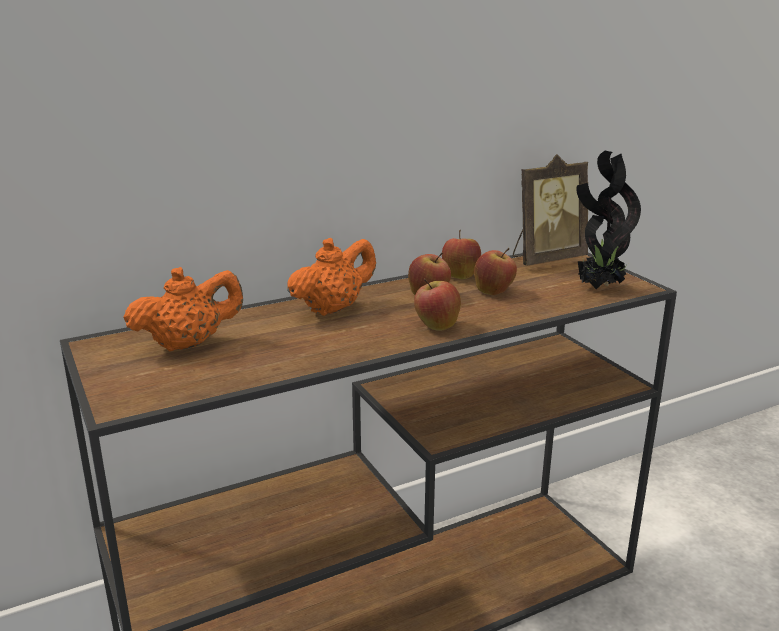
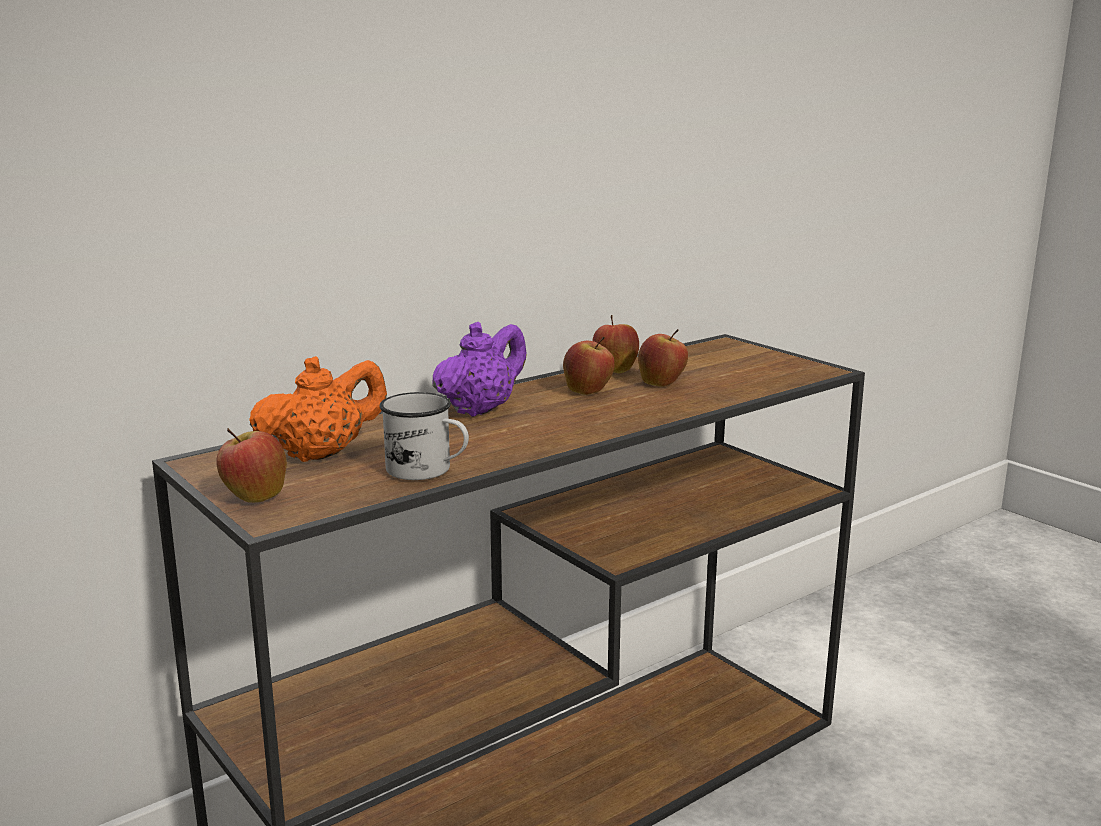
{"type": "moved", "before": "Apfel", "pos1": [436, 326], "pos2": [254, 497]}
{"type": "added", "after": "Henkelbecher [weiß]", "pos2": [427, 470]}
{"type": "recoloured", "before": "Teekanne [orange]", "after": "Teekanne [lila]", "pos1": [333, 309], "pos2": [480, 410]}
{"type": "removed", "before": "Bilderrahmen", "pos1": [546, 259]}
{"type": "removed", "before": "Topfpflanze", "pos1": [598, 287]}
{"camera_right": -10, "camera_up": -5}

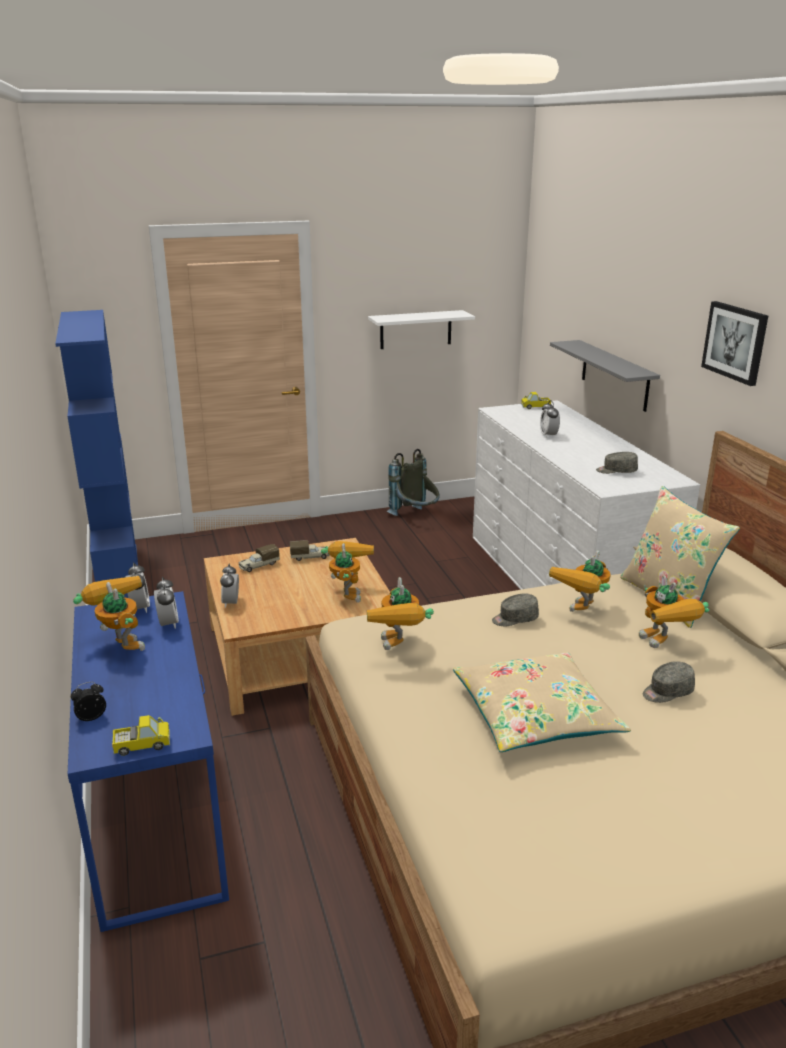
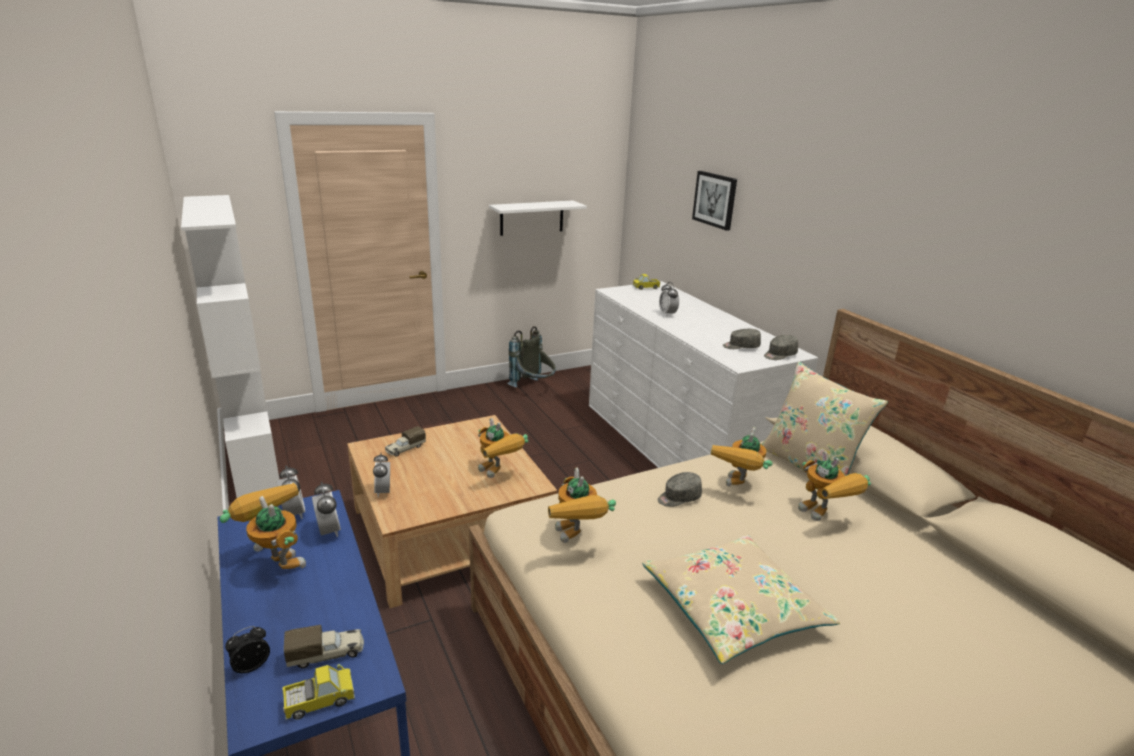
{"type": "recoloured", "before": "Bücherregal [blau]", "after": "Bücherregal [weiß]", "pos1": [118, 577], "pos2": [253, 461]}
{"type": "moved", "before": "Spielzeuglaster", "pos1": [310, 557], "pos2": [327, 654]}
{"type": "turned", "before": "Spielzeugroboter", "pos1": [347, 592], "pos2": [499, 473], "turn": 150}
{"type": "moved", "before": "Bild", "pos1": [735, 342], "pos2": [715, 200]}
{"type": "moved", "before": "Kappe [grau]", "pos1": [667, 692], "pos2": [779, 355]}
{"type": "removed", "before": "Wandregal [grau]", "pos1": [614, 375]}
{"camera_right": -10, "camera_up": 0}

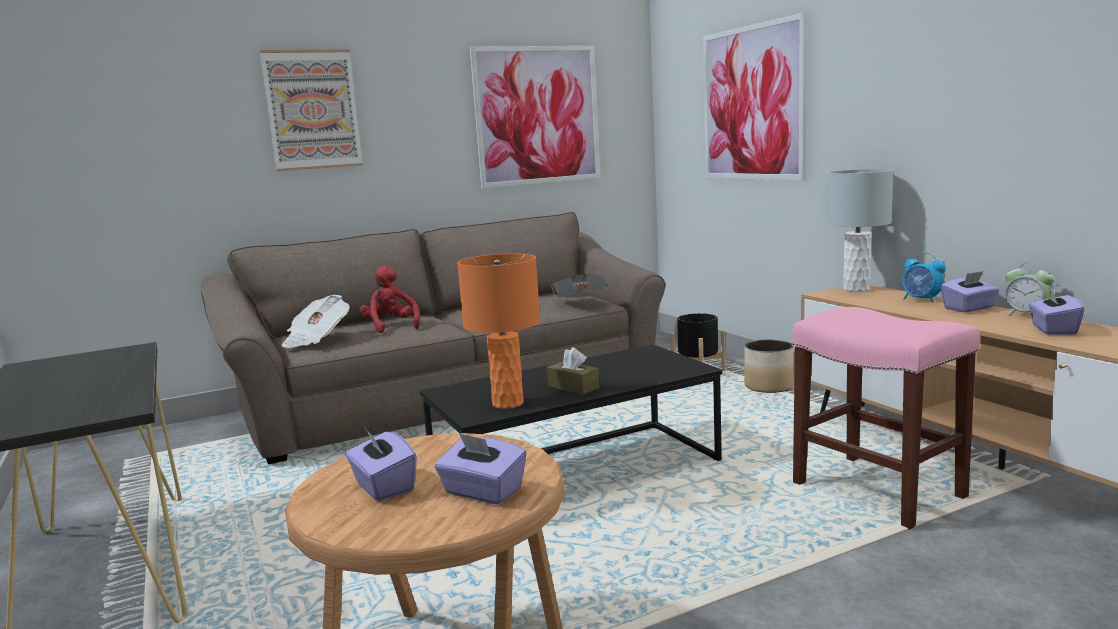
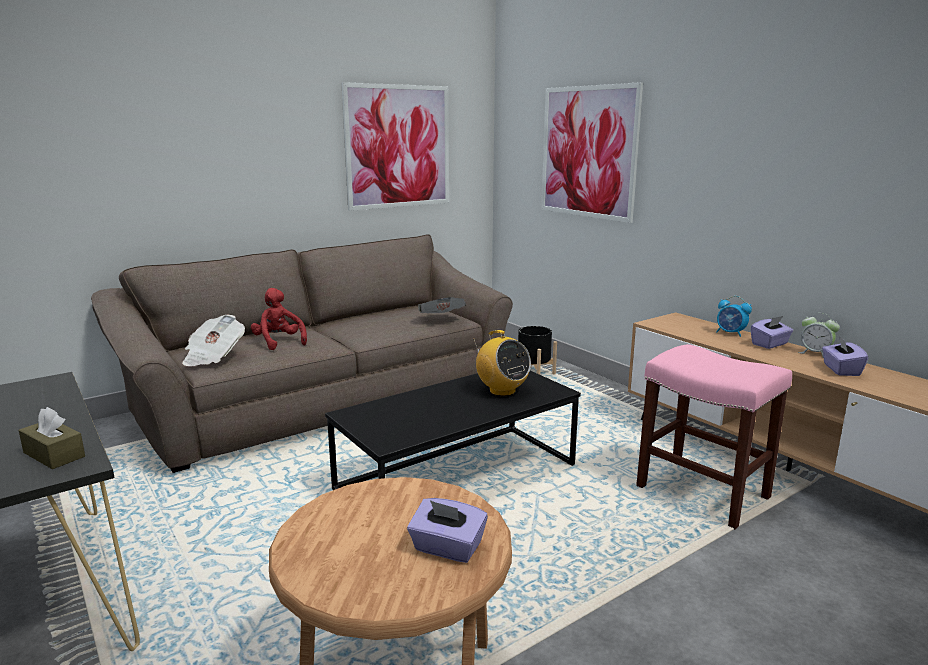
{"type": "moved", "before": "Taschentuchbox [braun]", "pos1": [573, 387], "pos2": [54, 454]}
{"type": "added", "after": "Radio", "pos2": [502, 391]}
{"type": "removed", "before": "Bild", "pos1": [312, 110]}
{"type": "removed", "before": "Taschentuchbox [lila]", "pos1": [383, 486]}
{"type": "removed", "before": "Tischlampe [orange]", "pos1": [507, 403]}
{"type": "removed", "before": "Pflanzkübel", "pos1": [769, 386]}
{"type": "removed", "before": "Tischlampe [grau]", "pos1": [856, 289]}
{"camera_right": -10, "camera_up": 5}

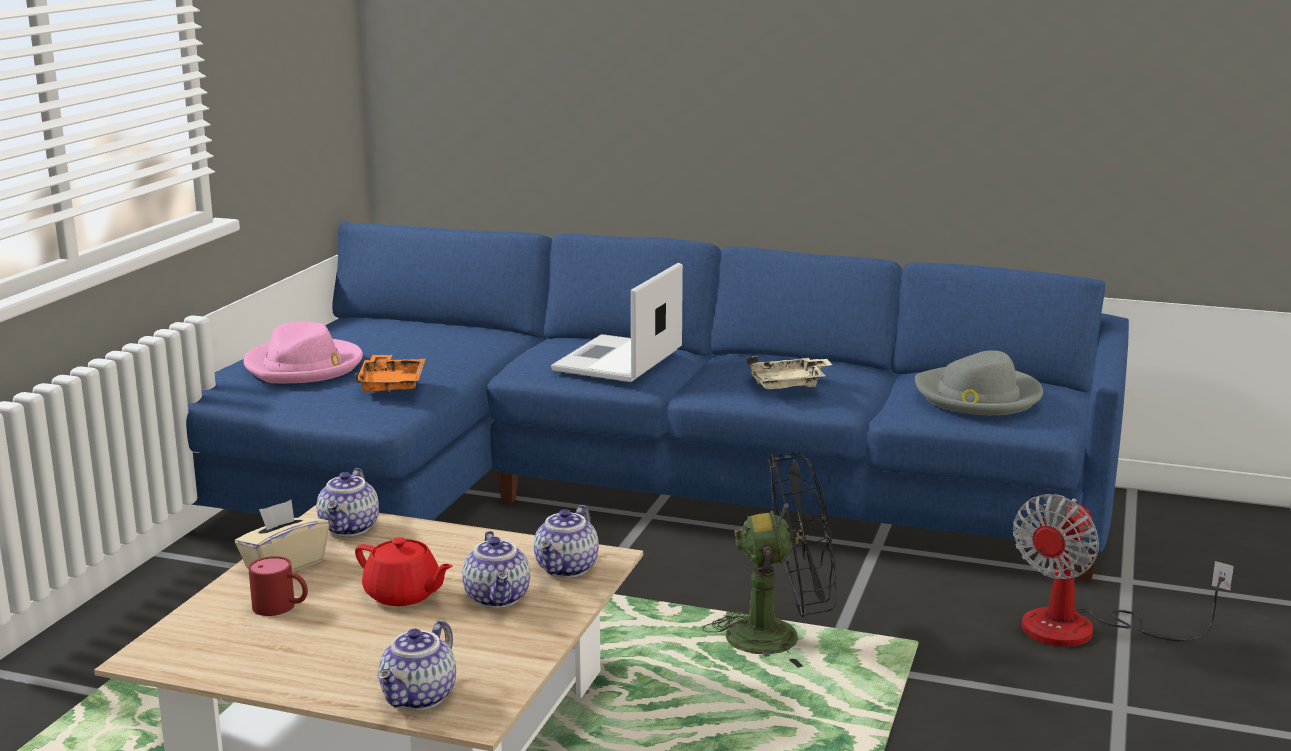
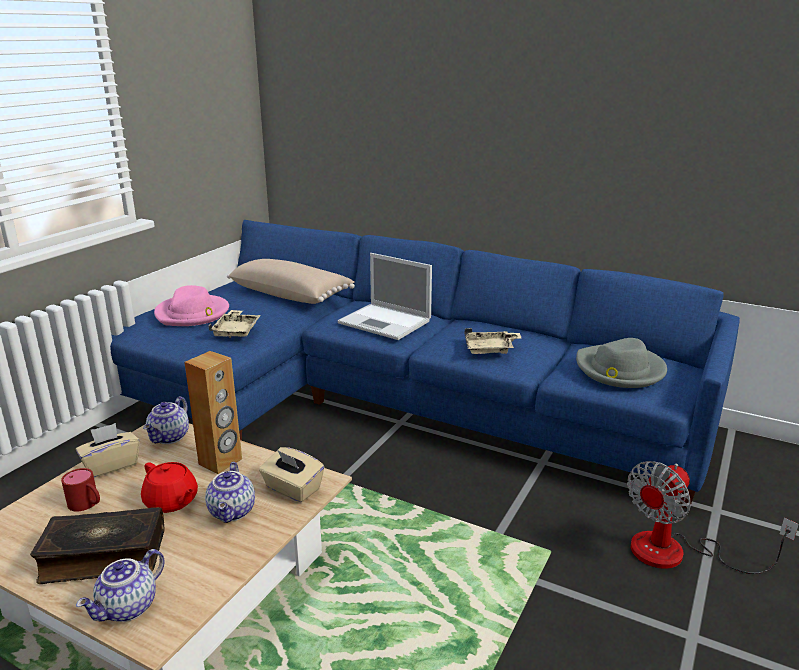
{"type": "added", "after": "Buch", "pos2": [103, 556]}
{"type": "added", "after": "Lautsprecher [braun]", "pos2": [221, 462]}
{"type": "recoloured", "before": "Tablett [orange]", "after": "Tablett [beige]", "pos1": [391, 384], "pos2": [236, 331]}
{"type": "added", "after": "Kissen [beige]", "pos2": [291, 295]}
{"type": "replaced", "before": "Teekanne", "after": "Taschentuchbox [beige]", "pos1": [568, 569], "pos2": [292, 489]}
{"type": "turned", "before": "Laptop", "pos1": [617, 361], "pos2": [386, 322], "turn": -90}
{"type": "removed", "before": "Ventilator [schwarz]", "pos1": [779, 636]}
{"camera_right": 10, "camera_up": 5}

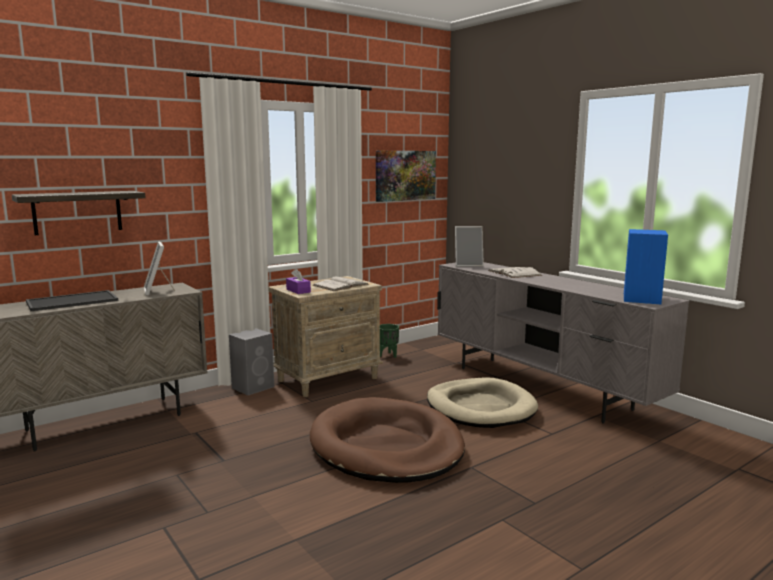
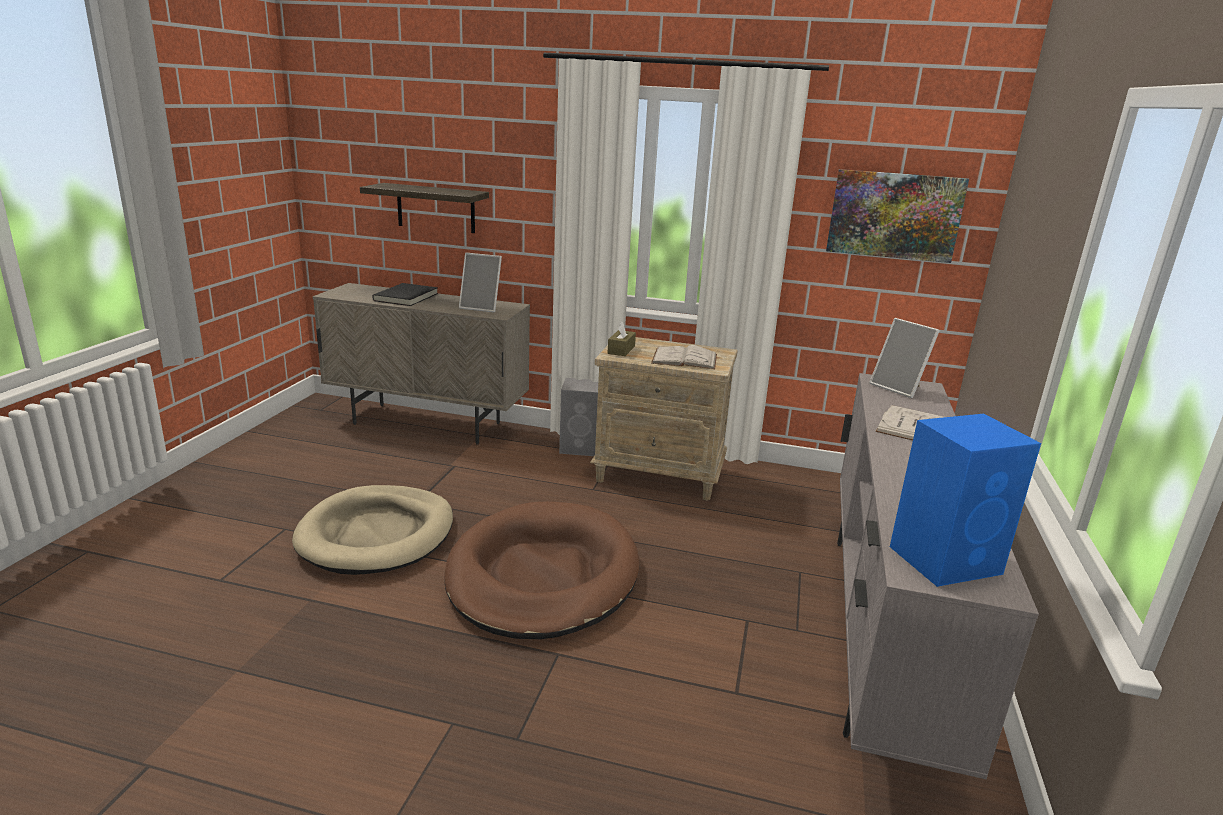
{"type": "moved", "before": "Hundebett [beige]", "pos1": [480, 407], "pos2": [377, 535]}
{"type": "replaced", "before": "Tablett", "after": "Buch [schwarz]", "pos1": [73, 301], "pos2": [407, 297]}
{"type": "turned", "before": "Bilderrahmen", "pos1": [158, 291], "pos2": [481, 307], "turn": -105}
{"type": "recoloured", "before": "Taschentuchbox [lila]", "after": "Taschentuchbox [braun]", "pos1": [298, 291], "pos2": [621, 350]}
{"type": "removed", "before": "Pflanzkübel [grün]", "pos1": [388, 355]}
{"camera_right": 50, "camera_up": 10}

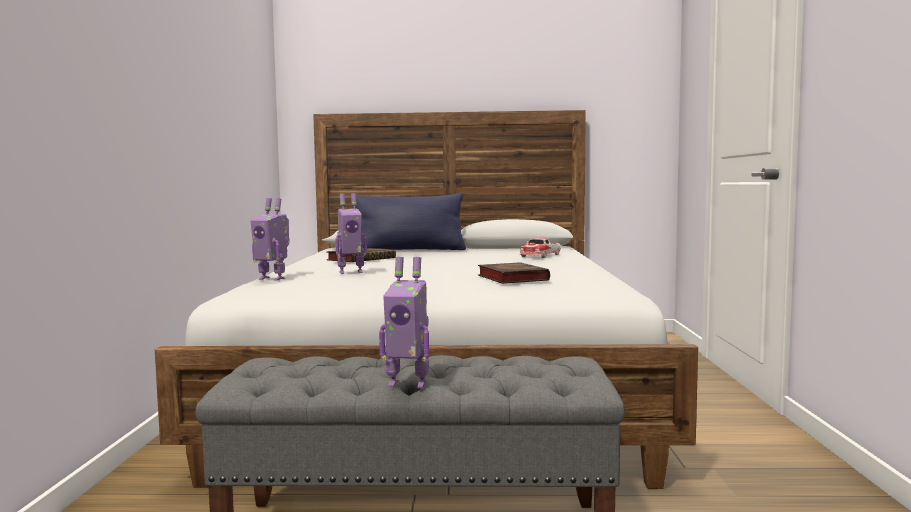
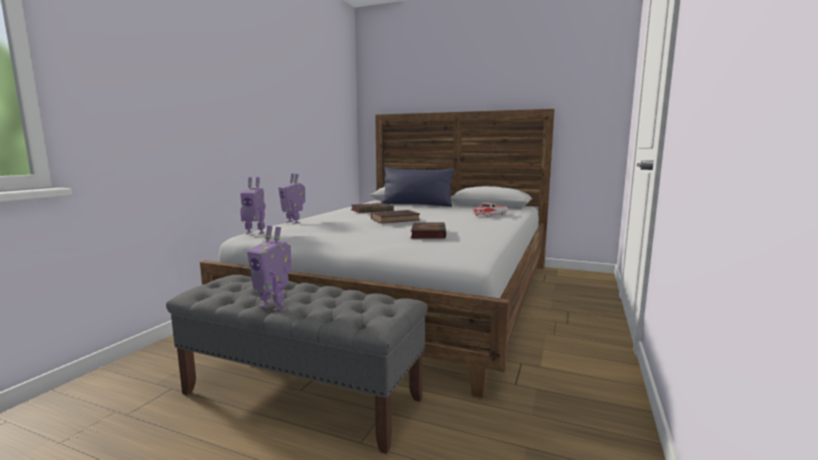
{"type": "moved", "before": "Spielzeugroboter", "pos1": [350, 272], "pos2": [255, 233]}
{"type": "added", "after": "Buch [braun]", "pos2": [396, 219]}
{"camera_right": 20, "camera_up": 5}

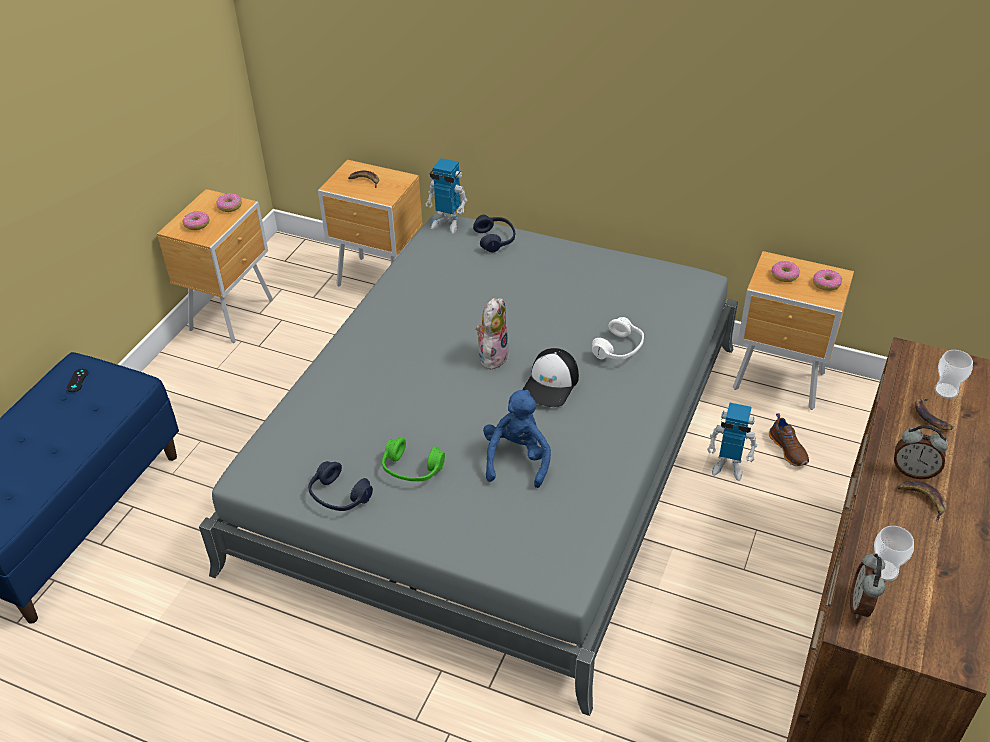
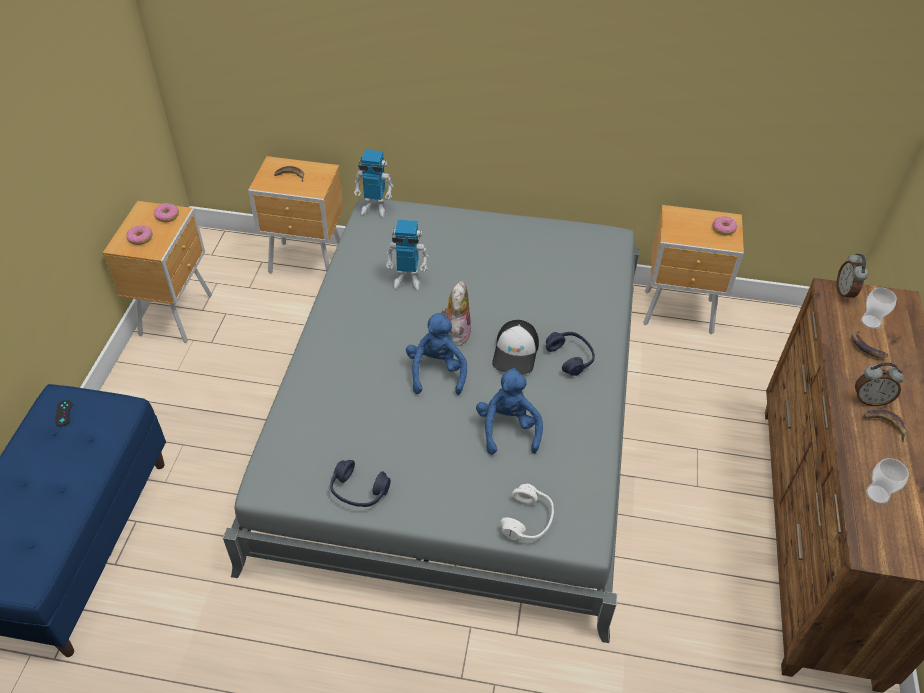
{"type": "moved", "before": "Spielzeugroboter", "pos1": [728, 467], "pos2": [407, 280]}
{"type": "added", "after": "Plüschtier [blau]", "pos2": [436, 371]}
{"type": "moved", "before": "Kopfhörer [weiß]", "pos1": [619, 348], "pos2": [528, 520]}
{"type": "moved", "before": "Kopfhörer [blau]", "pos1": [495, 239], "pos2": [570, 357]}
{"type": "moved", "before": "Wecker", "pos1": [861, 605], "pos2": [845, 292]}
{"type": "removed", "before": "Kopfhörer [grün]", "pos1": [412, 469]}
{"type": "removed", "before": "Schuh [braun]", "pos1": [789, 449]}
{"type": "removed", "before": "Donut", "pos1": [784, 275]}
{"camera_right": -15, "camera_up": 5}

